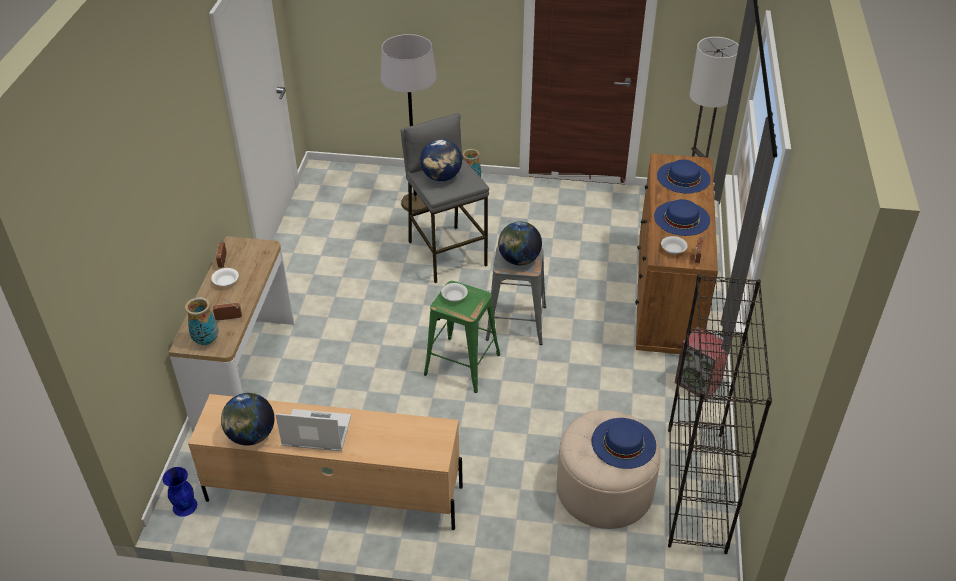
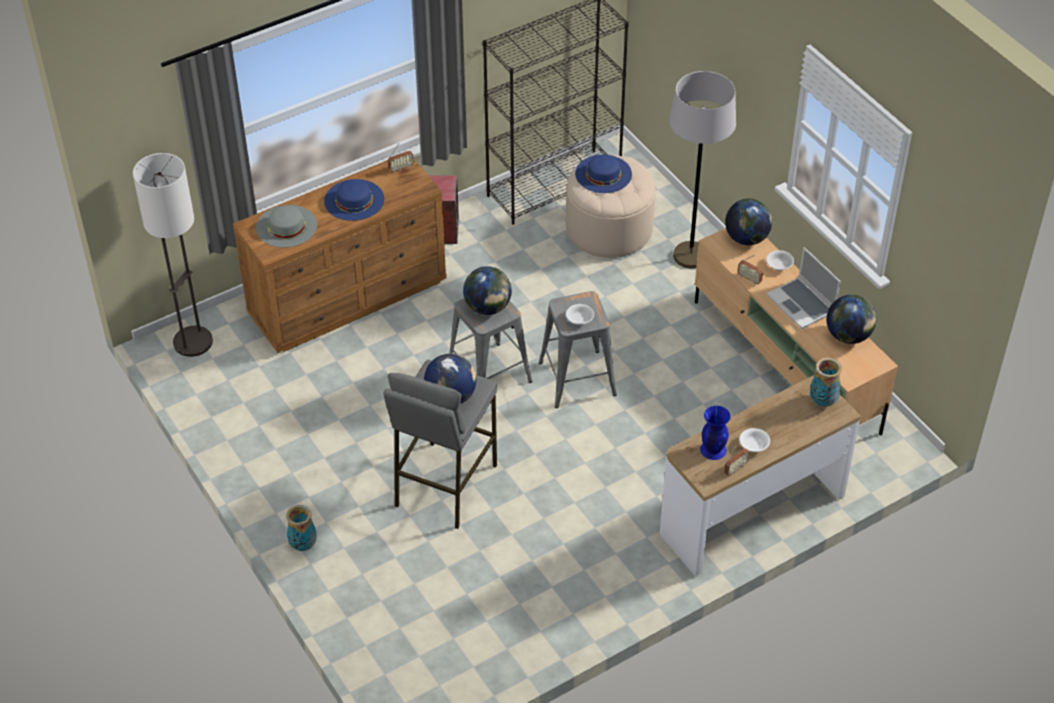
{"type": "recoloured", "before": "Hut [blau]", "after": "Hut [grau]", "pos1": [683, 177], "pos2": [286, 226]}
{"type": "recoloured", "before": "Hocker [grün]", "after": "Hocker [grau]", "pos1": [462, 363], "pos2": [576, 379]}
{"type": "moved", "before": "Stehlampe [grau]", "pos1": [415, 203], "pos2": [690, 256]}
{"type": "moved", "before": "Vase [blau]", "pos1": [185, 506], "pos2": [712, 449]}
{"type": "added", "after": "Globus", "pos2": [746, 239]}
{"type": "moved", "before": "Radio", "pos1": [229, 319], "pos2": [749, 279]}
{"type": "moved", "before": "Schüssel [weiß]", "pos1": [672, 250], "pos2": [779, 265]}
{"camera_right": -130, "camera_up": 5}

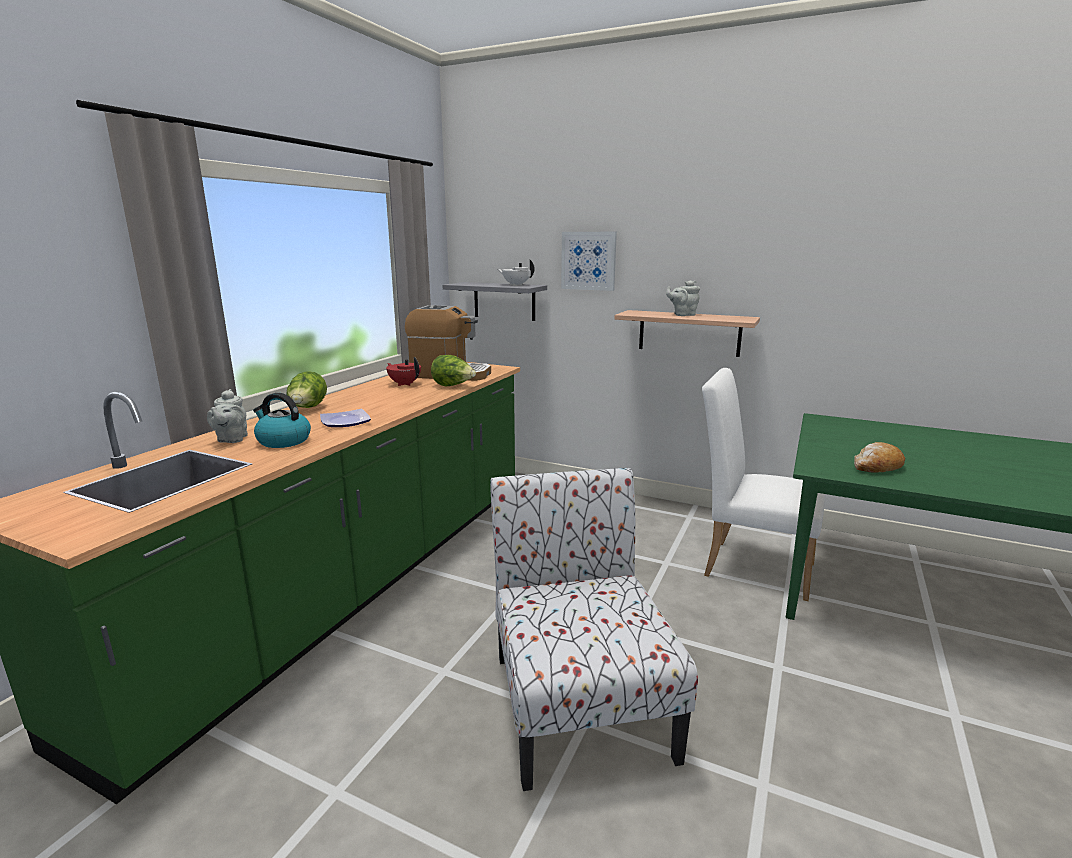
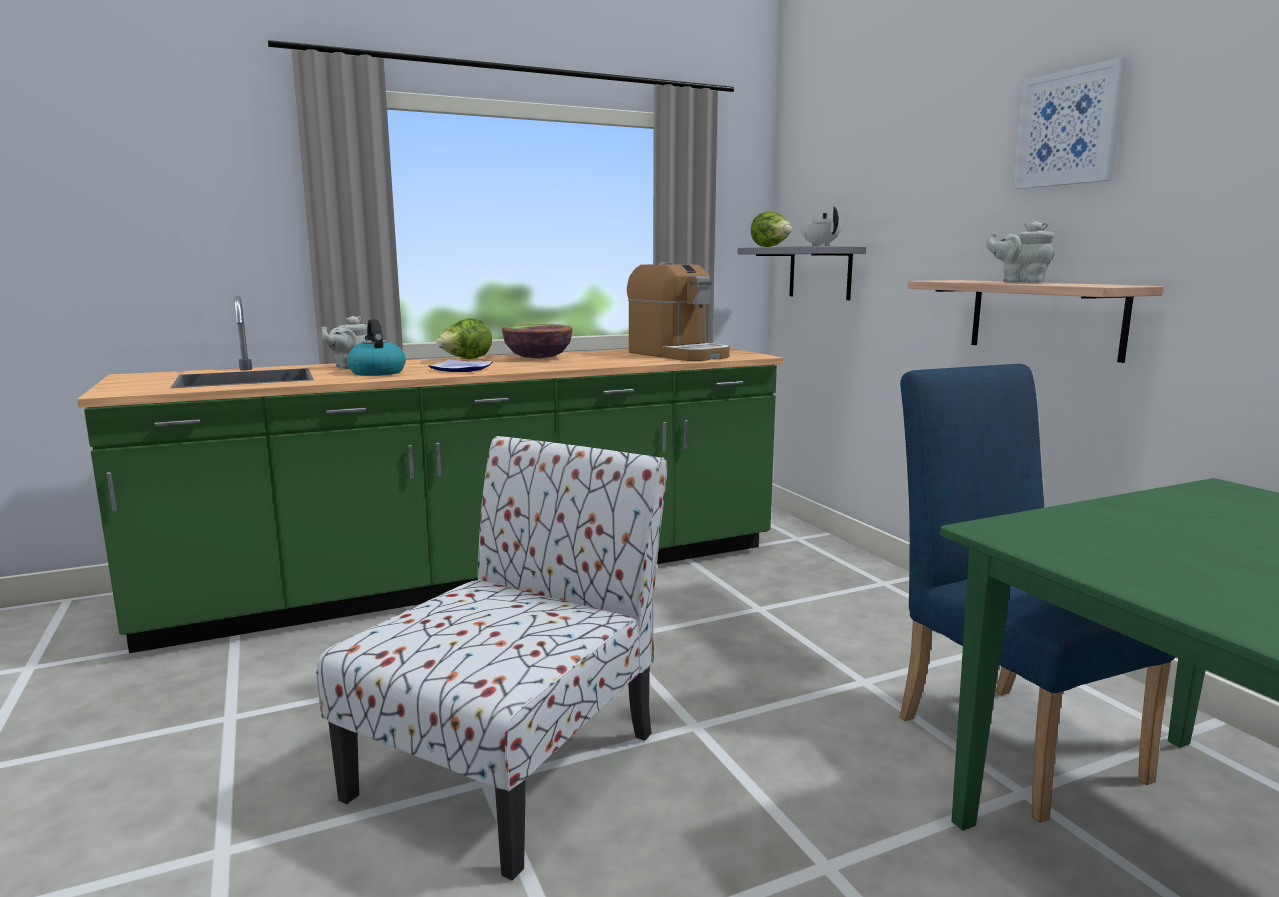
{"type": "added", "after": "Schüssel", "pos2": [538, 358]}
{"type": "moved", "before": "Salatkopf", "pos1": [453, 386], "pos2": [771, 247]}
{"type": "recoloured", "before": "Stuhl [weiß]", "after": "Stuhl [blau]", "pos1": [749, 566], "pos2": [1005, 736]}
{"type": "moved", "before": "Bild", "pos1": [588, 260], "pos2": [1068, 128]}
{"type": "removed", "before": "Teekanne [rot]", "pos1": [404, 384]}
{"type": "removed", "before": "Brot", "pos1": [877, 466]}
{"camera_right": 40, "camera_up": -5}

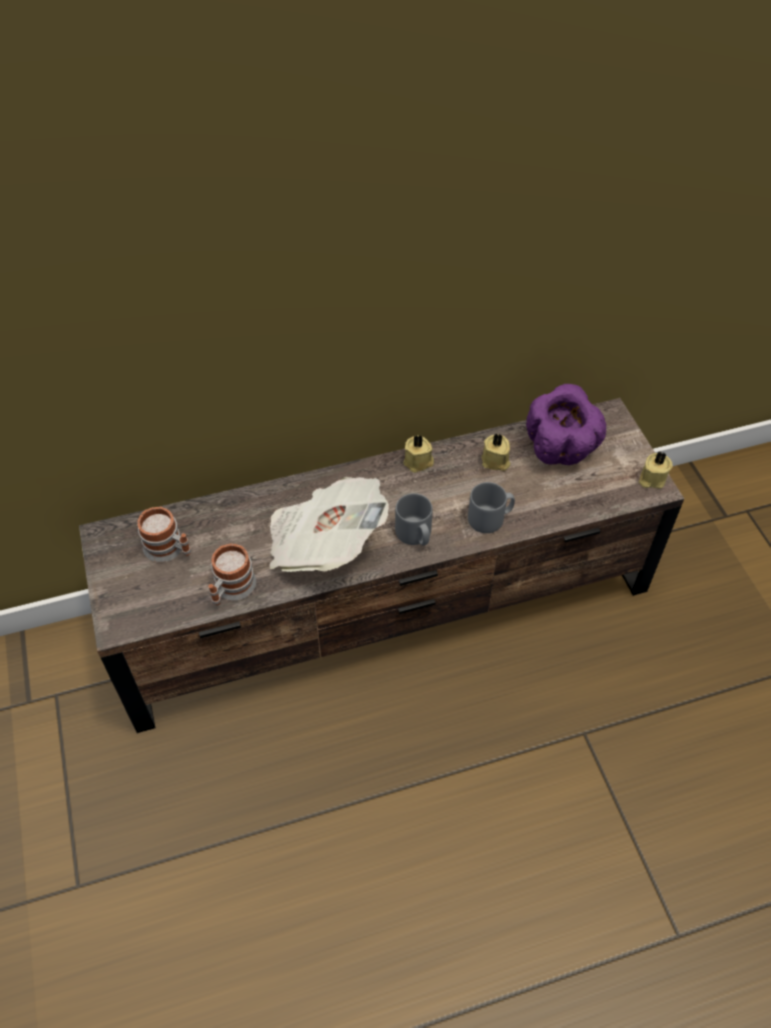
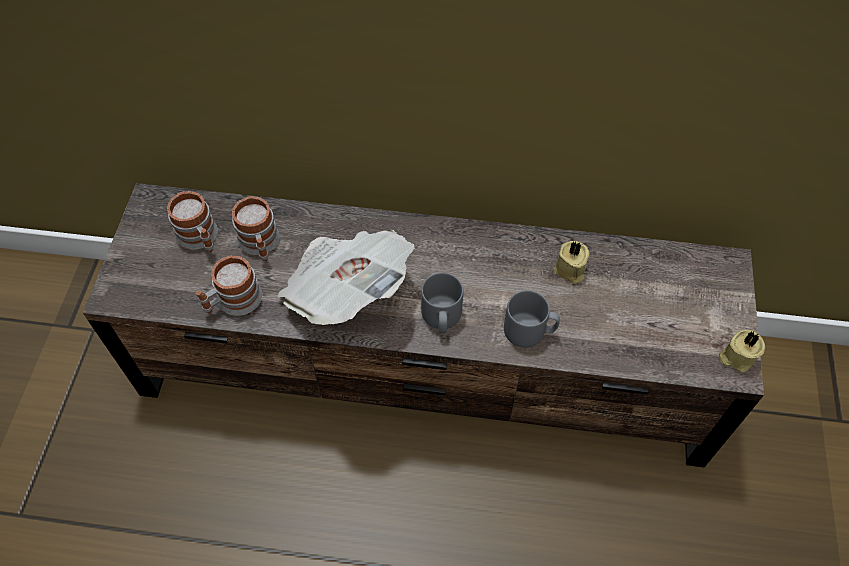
{"type": "added", "after": "Henkelbecher", "pos2": [260, 244]}
{"type": "removed", "before": "Kerze [beige]", "pos1": [418, 462]}
{"type": "removed", "before": "Schüssel [lila]", "pos1": [561, 447]}
{"camera_right": 25, "camera_up": 5}

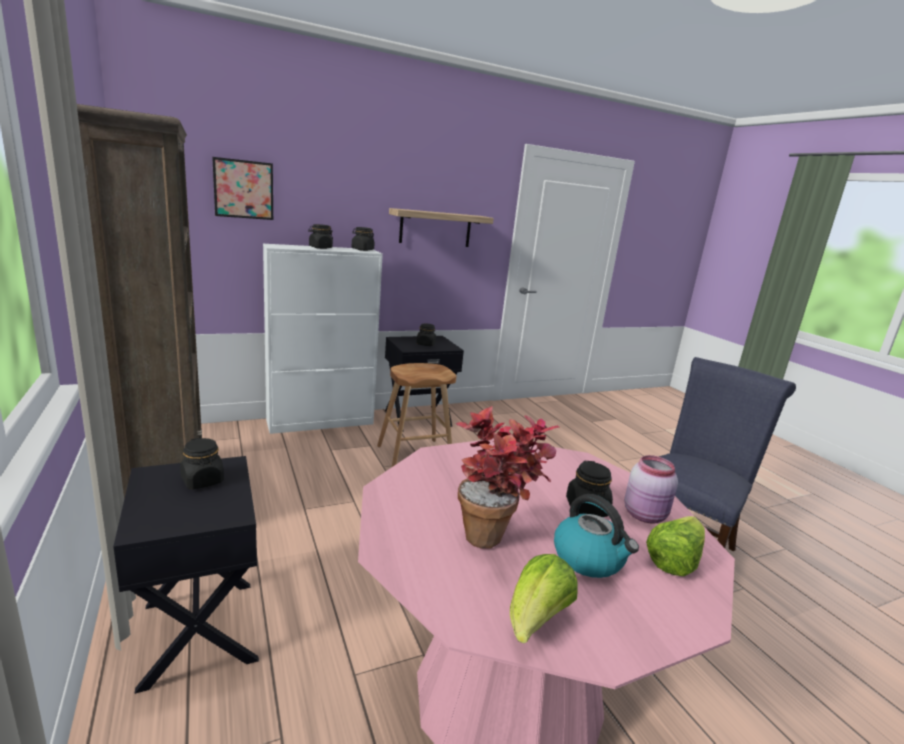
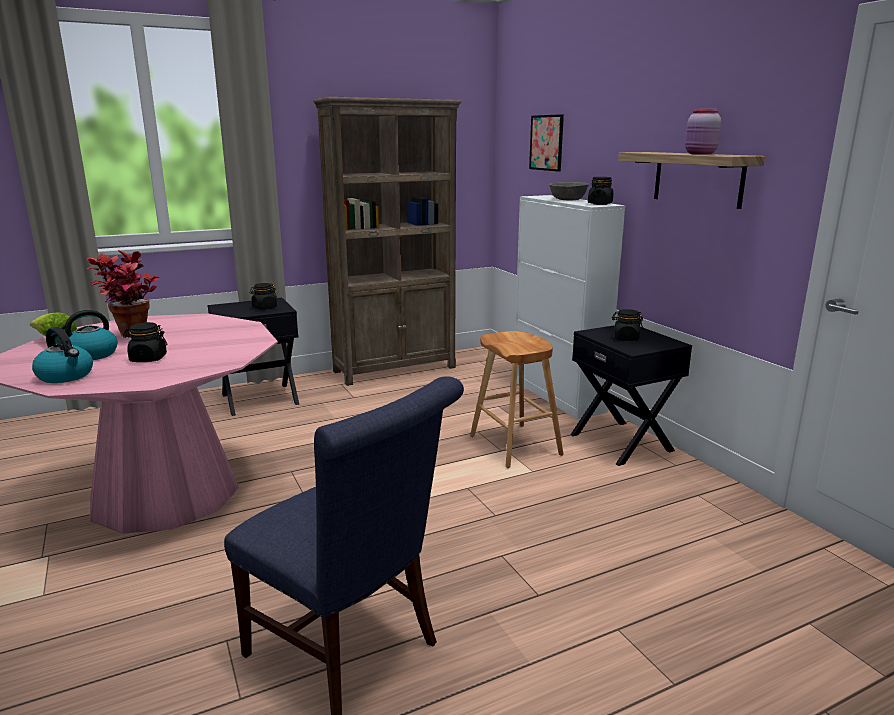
{"type": "replaced", "before": "Salatkopf", "after": "Wasserkessel", "pos1": [673, 560], "pos2": [66, 376]}
{"type": "replaced", "before": "Vorratsglas [schwarz]", "after": "Schüssel [grau]", "pos1": [320, 248], "pos2": [568, 199]}
{"type": "moved", "before": "Vorratsglas [rosa]", "pos1": [645, 515], "pos2": [700, 154]}
{"camera_right": 90, "camera_up": 0}

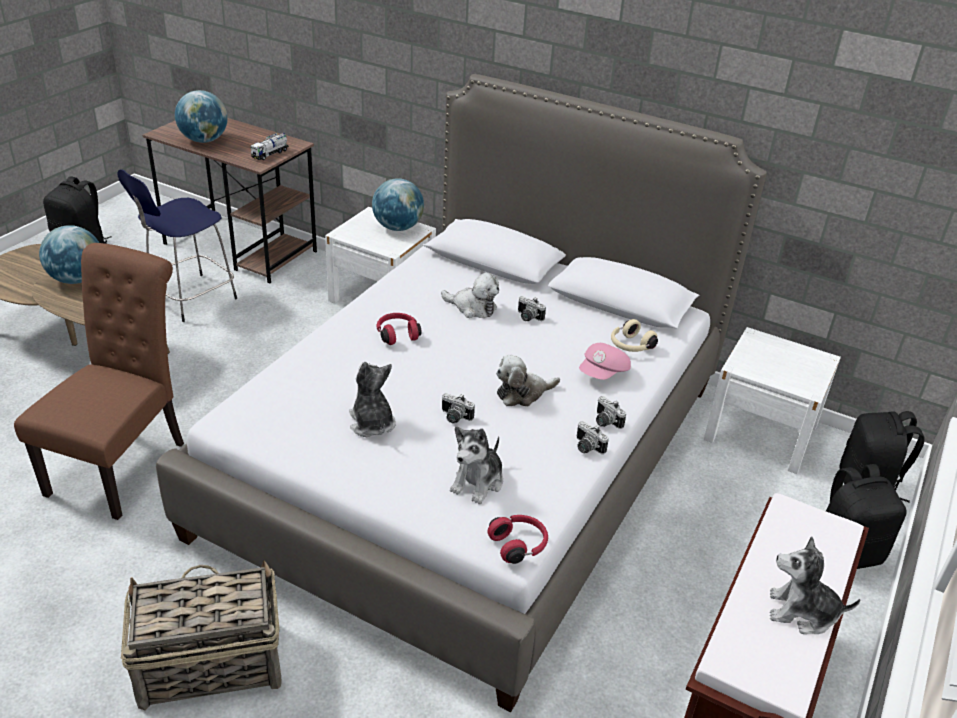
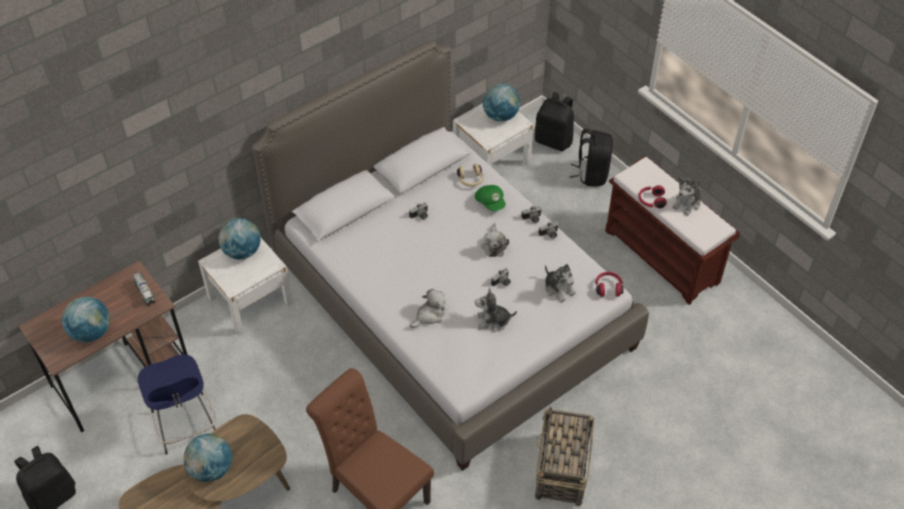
{"type": "moved", "before": "Plüschtier", "pos1": [472, 307], "pos2": [429, 315]}
{"type": "recoloured", "before": "Kappe [rosa]", "after": "Kappe [grün]", "pos1": [603, 373], "pos2": [491, 202]}
{"type": "added", "after": "Globus", "pos2": [500, 116]}
{"type": "moved", "before": "Kopfhörer [rot]", "pos1": [397, 334], "pos2": [651, 201]}
{"camera_right": -65, "camera_up": 15}

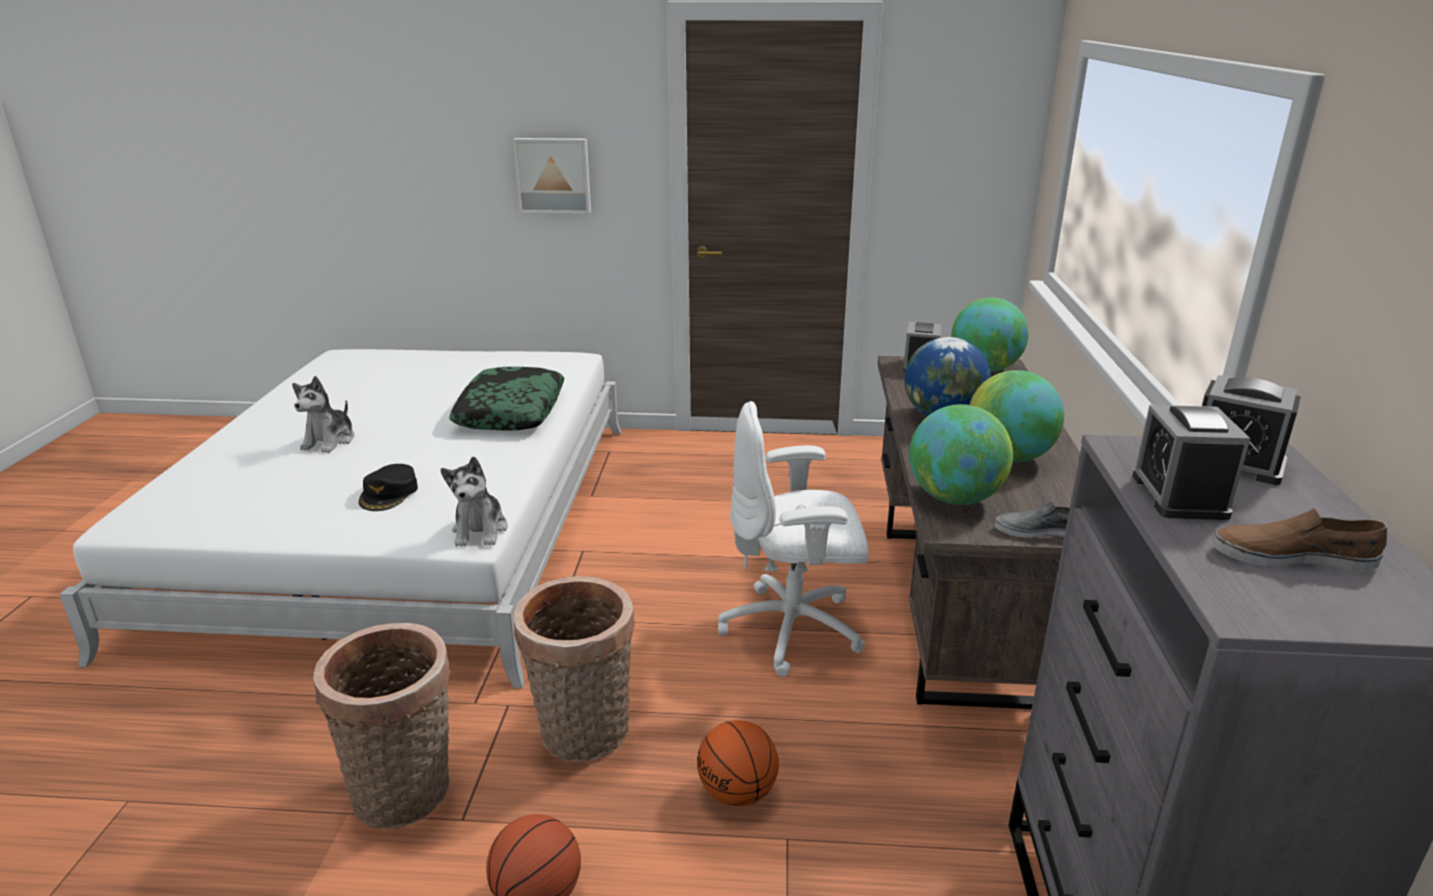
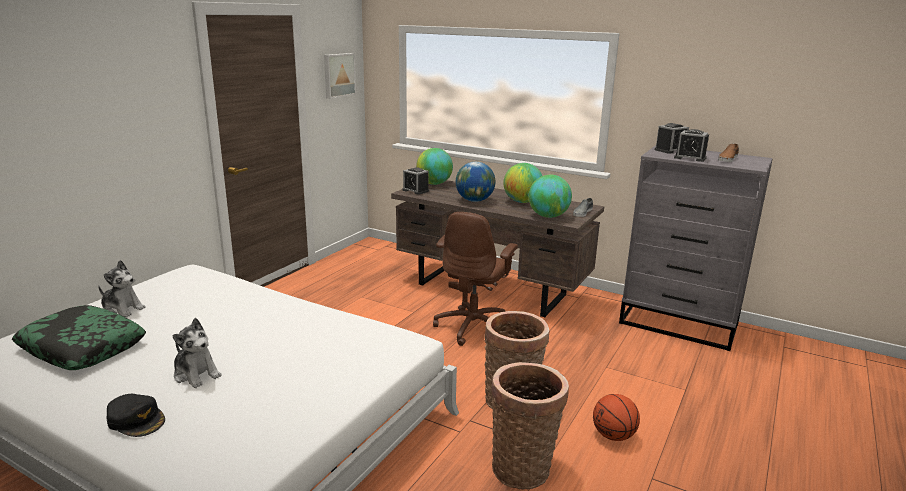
{"type": "moved", "before": "Kissen", "pos1": [510, 411], "pos2": [82, 348]}
{"type": "moved", "before": "Plüschtier", "pos1": [480, 530], "pos2": [122, 309]}
{"type": "moved", "before": "Kappe [schwarz]", "pos1": [389, 494], "pos2": [136, 420]}
{"type": "moved", "before": "Bild", "pos1": [553, 175], "pos2": [338, 75]}
{"type": "recoloured", "before": "Bürostuhl [weiß]", "after": "Bürostuhl [braun]", "pos1": [794, 629], "pos2": [473, 327]}
{"type": "removed", "before": "Basketball", "pos1": [738, 793]}
{"camera_right": -65, "camera_up": -5}

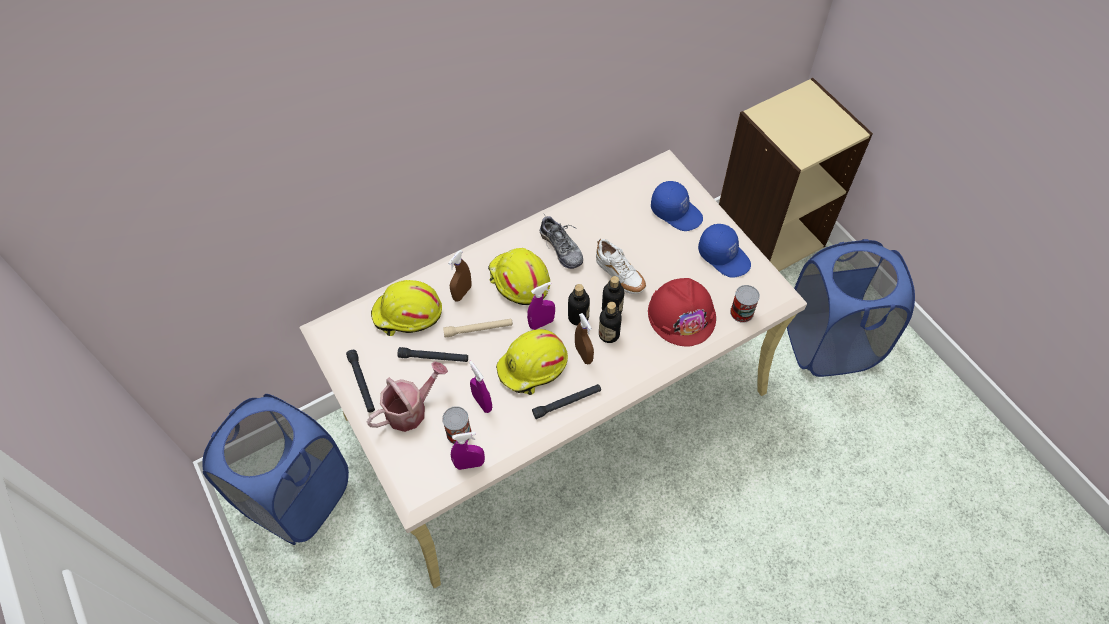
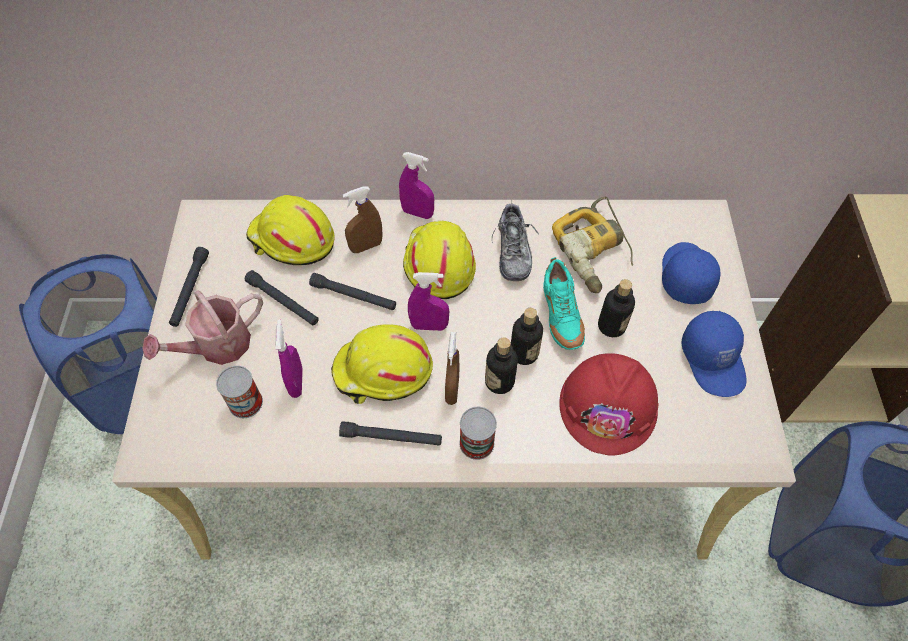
{"type": "turned", "before": "Gießkanne", "pos1": [411, 409], "pos2": [217, 346], "turn": 150}
{"type": "recoloured", "before": "Taschenlampe [beige]", "after": "Taschenlampe [schwarz]", "pos1": [478, 329], "pos2": [353, 296]}
{"type": "moved", "before": "Sprühflasche [lila]", "pos1": [469, 464], "pos2": [417, 213]}
{"type": "moved", "before": "Dose", "pos1": [741, 312], "pos2": [476, 443]}
{"type": "recoloured", "before": "Schuh [weiß]", "after": "Schuh [türkis]", "pos1": [619, 276], "pos2": [560, 318]}
{"type": "added", "after": "Bohrmaschine", "pos2": [595, 252]}
{"type": "moved", "before": "Flasche", "pos1": [578, 317], "pos2": [611, 326]}
{"type": "turned", "before": "Kappe [blau]", "pos1": [676, 212], "pos2": [685, 276], "turn": -150}
{"camera_right": 30, "camera_up": 0}

